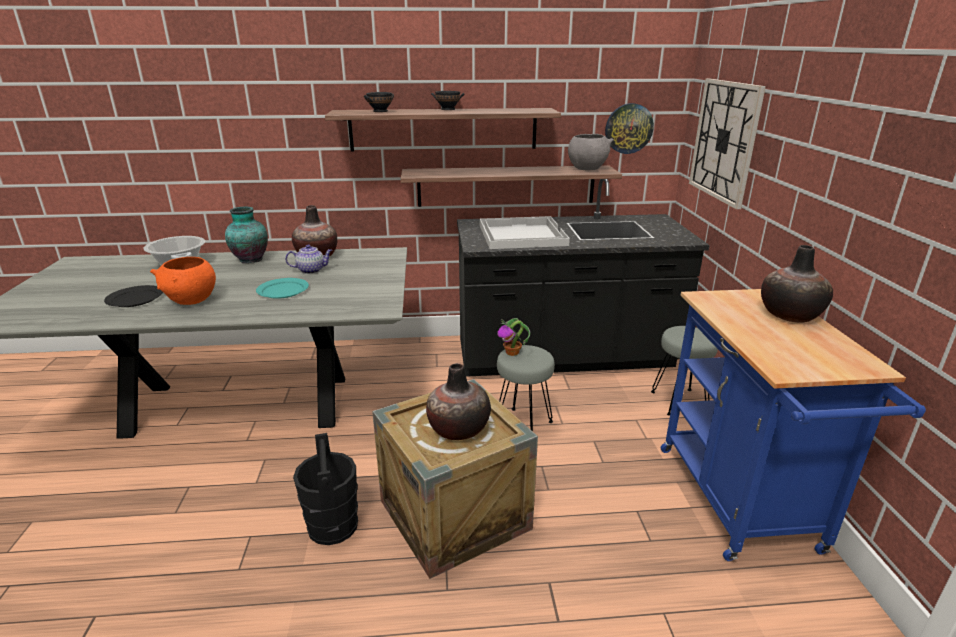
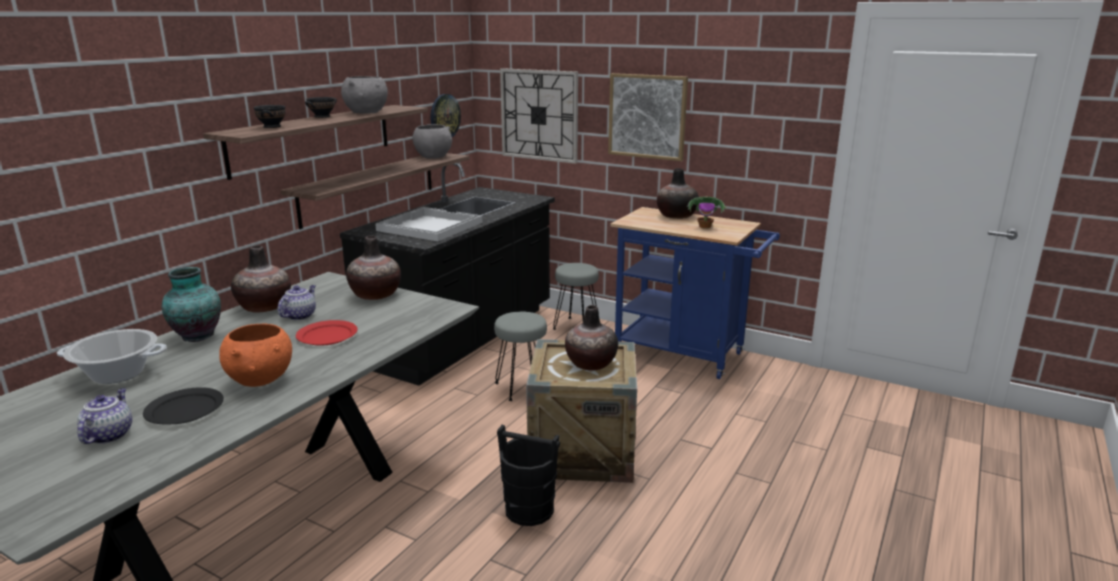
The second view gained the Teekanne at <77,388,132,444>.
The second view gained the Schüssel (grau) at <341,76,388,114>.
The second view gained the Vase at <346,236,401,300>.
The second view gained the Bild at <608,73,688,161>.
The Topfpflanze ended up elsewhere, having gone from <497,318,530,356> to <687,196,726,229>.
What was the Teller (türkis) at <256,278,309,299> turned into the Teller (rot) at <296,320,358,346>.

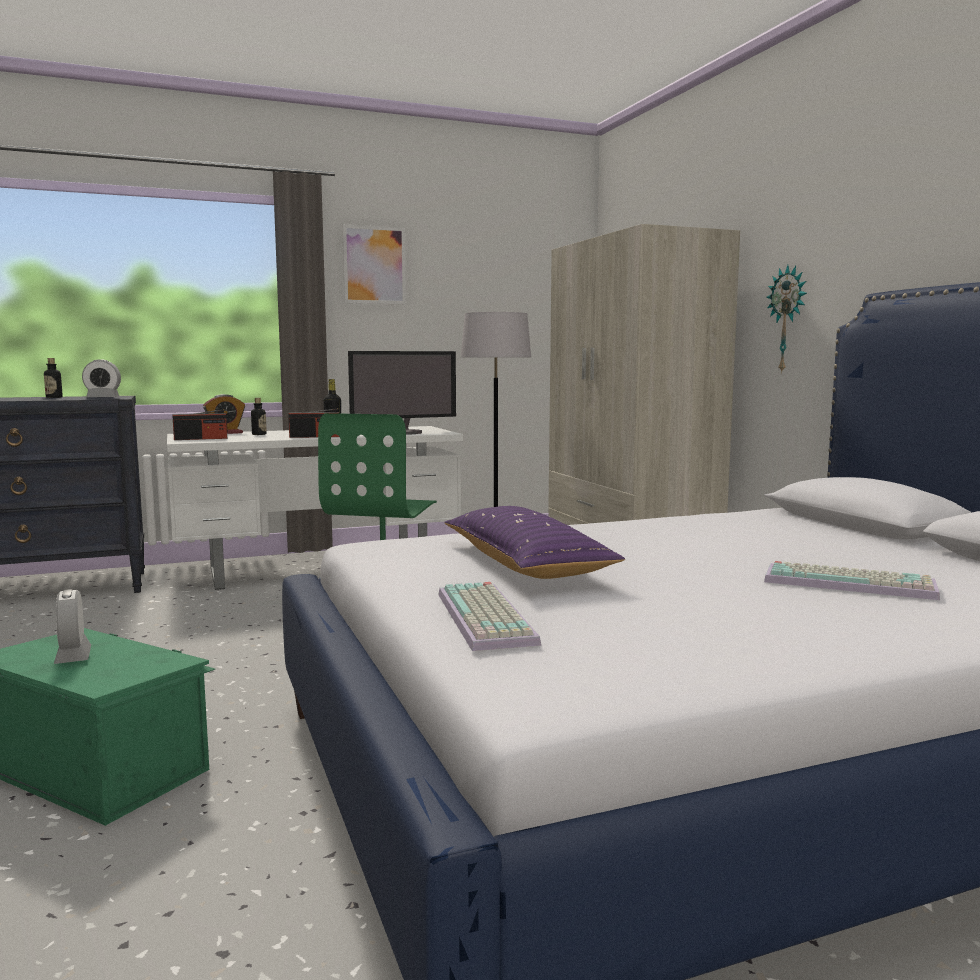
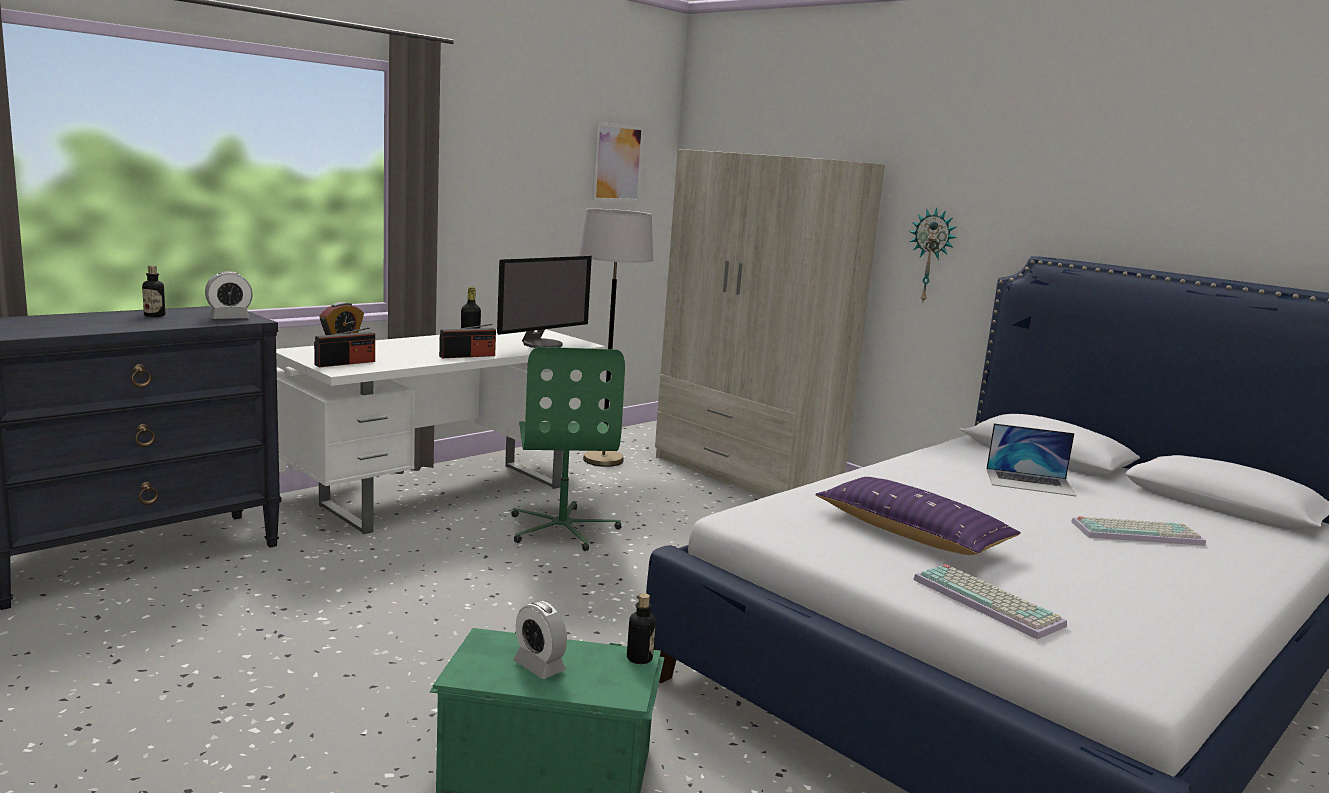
The second view gained the Laptop at <986,423,1076,496>.
The Flasche ended up elsewhere, having gone from <251,398,267,435> to <627,593,656,664>.
The Bild ended up elsewhere, having gone from <342,224,406,305> to <592,122,644,202>.

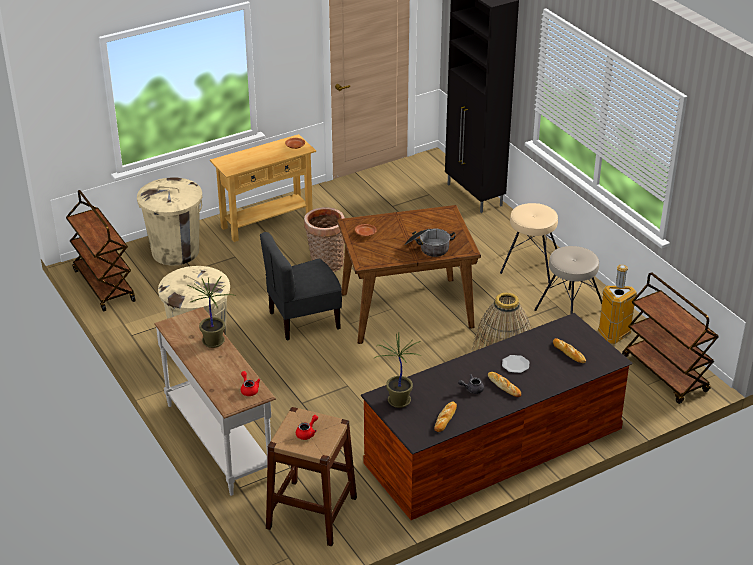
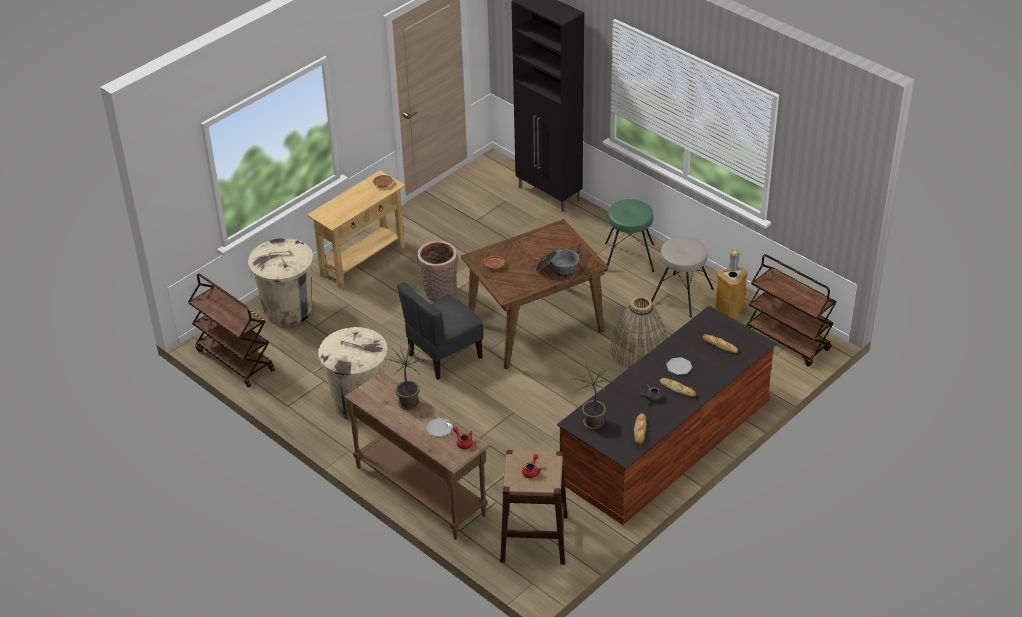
The second view gained the Teller at <426,418,453,437>.
What was the Konsolentisch (weiß) at <154,307,276,496> turned into the Konsolentisch (braun) at <344,371,491,540>.
What was the Hocker (beige) at <500,203,558,283> turned into the Hocker (grün) at <605,199,654,272>.

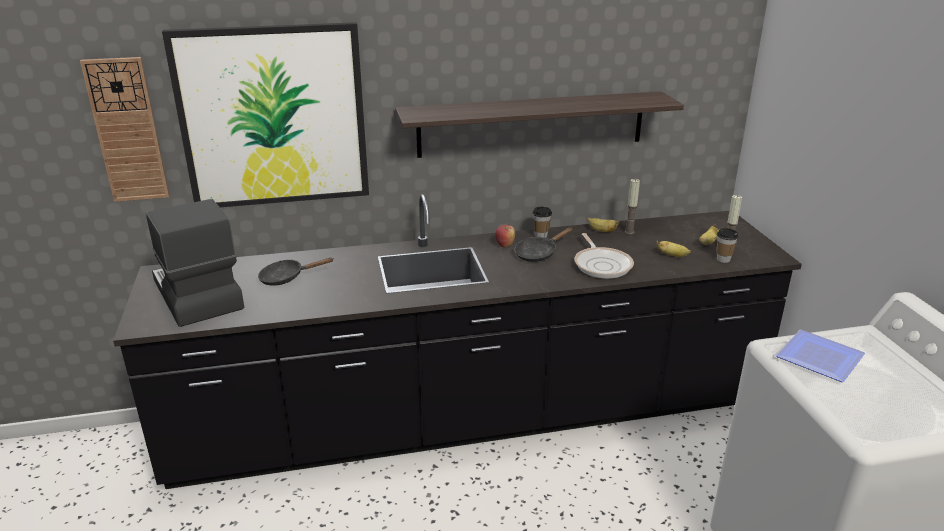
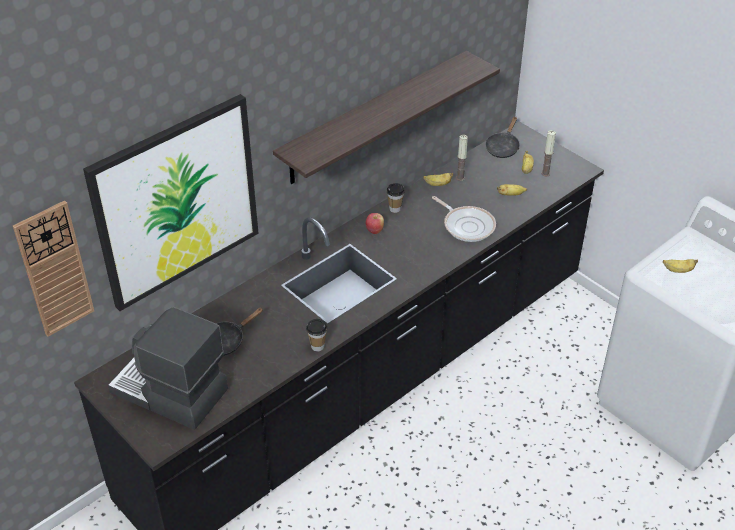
The Pfanne (schwarz) ended up elsewhere, having gone from <515,227,573,262> to <485,116,520,158>.
The Tasse ended up elsewhere, having gone from <717,228,739,263> to <306,319,327,352>.
Where the Teller stood at <776,329,865,382>, the Banane came to stand at <663,259,698,273>.

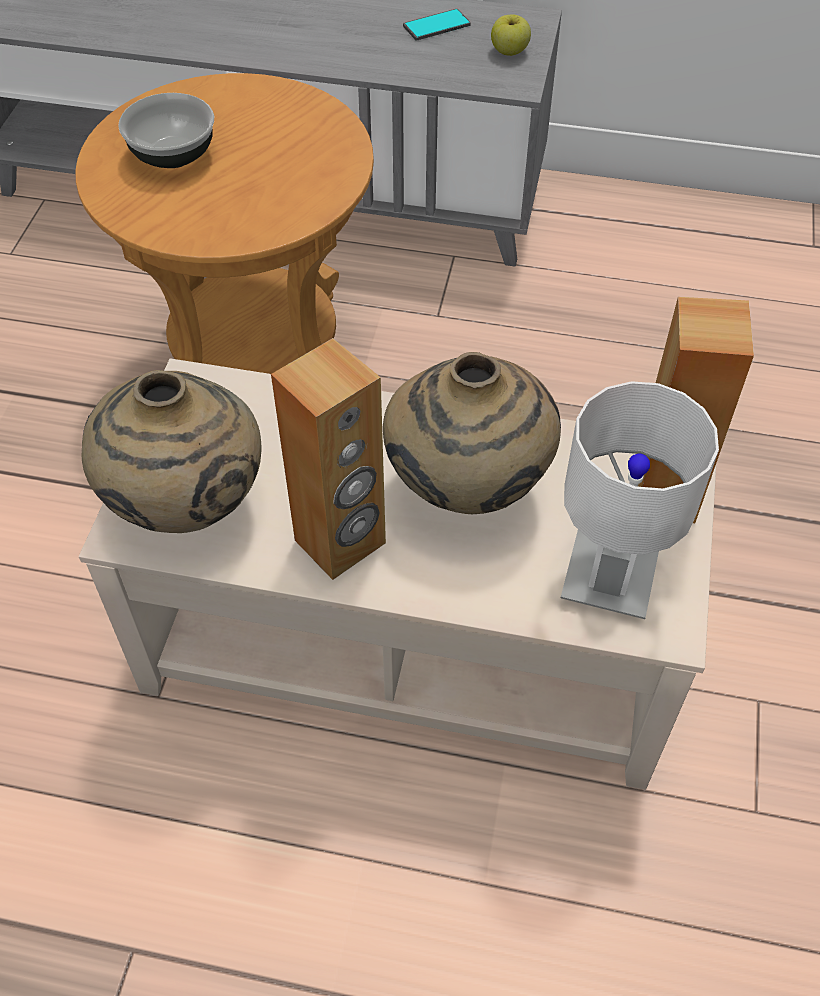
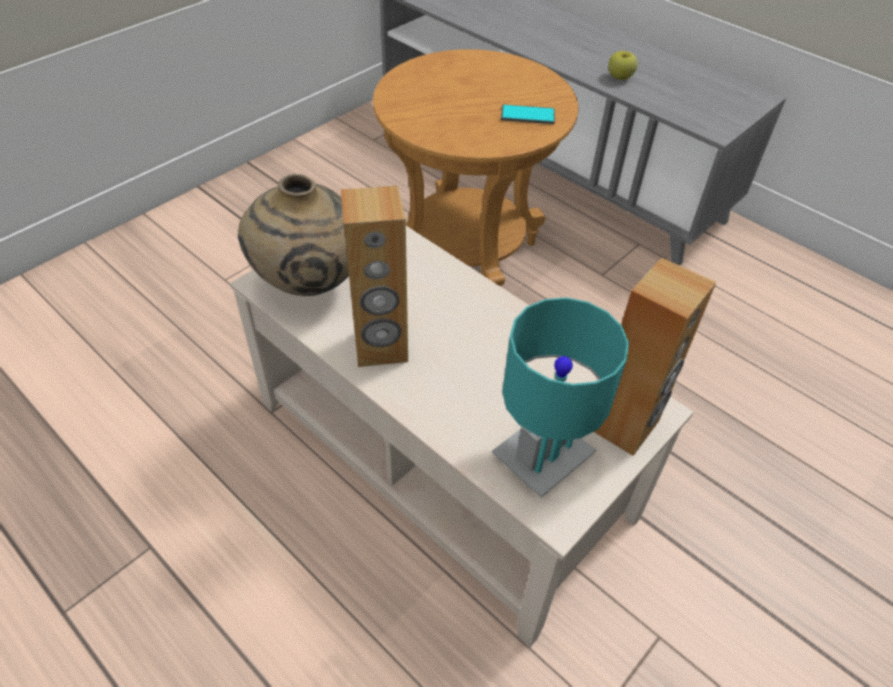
The second view lost the Schüssel at <118,93,214,168>.
The second view lost the Vase (beige) at <383,352,561,514>.
The Handy ended up elsewhere, having gone from <403,9,471,41> to <501,104,555,124>.
The Apfel ended up elsewhere, having gone from <491,14,531,56> to <608,51,638,80>.
What was the Tischlampe (weiß) at <561,381,719,619> turned into the Tischlampe (türkis) at <492,297,629,497>.

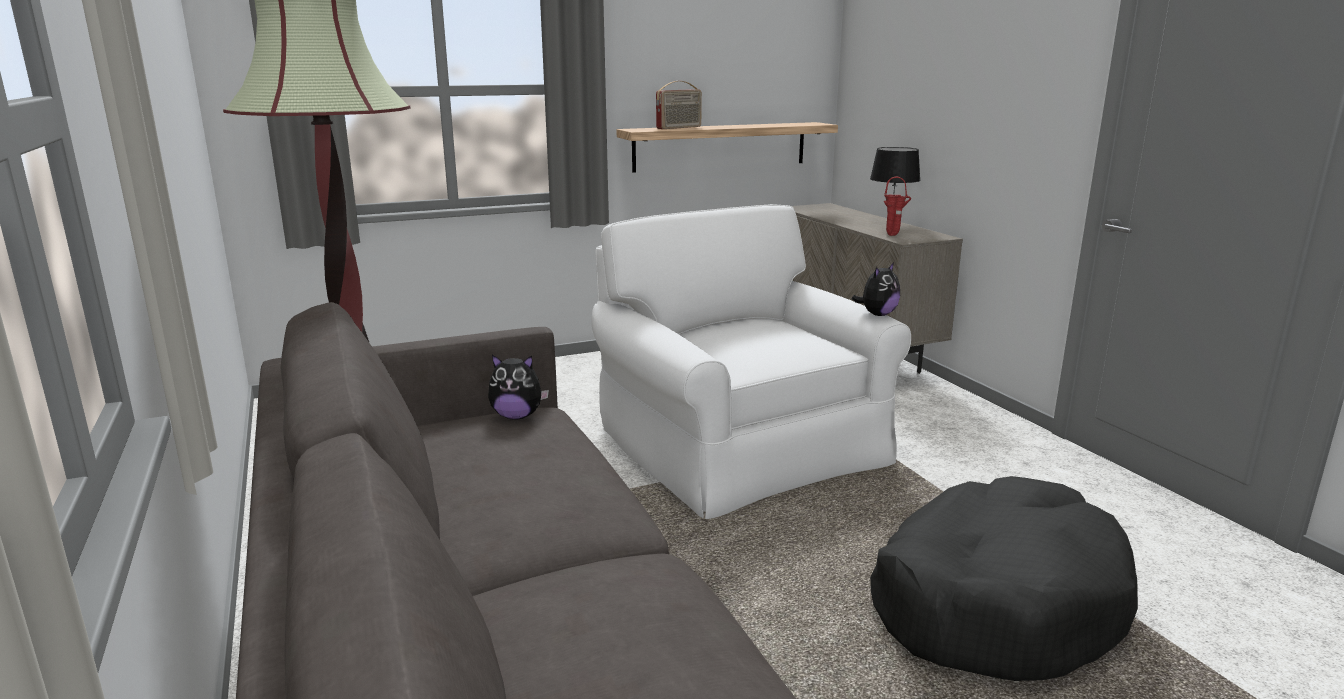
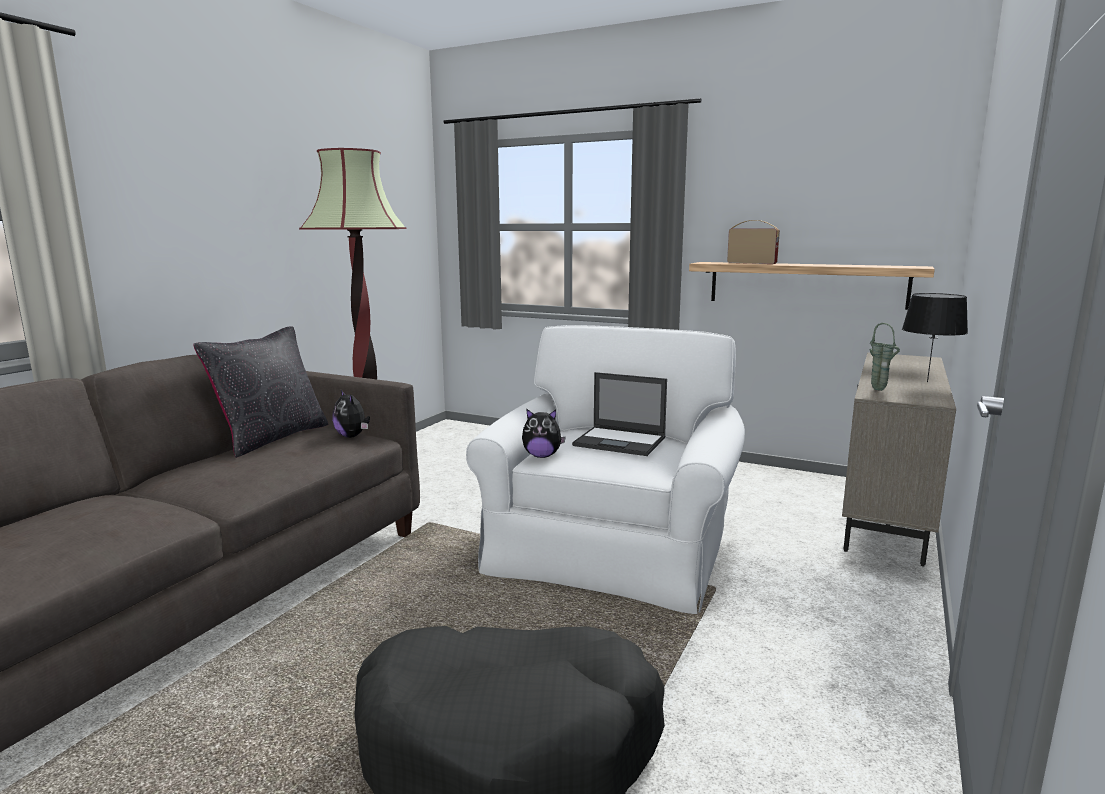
The second view gained the Kissen (schwarz) at <193,326,328,458>.
The second view gained the Laptop at <572,372,667,456>.
The Plüschtier ended up elsewhere, having gone from <852,262,900,316> to <522,409,566,458>.
What was the Vase (rot) at <884,177,911,236> turned into the Vase (grün) at <870,323,900,391>.
The Radio at <656,81,702,129> ended up facing another way, 150 degrees counterclockwise from before.

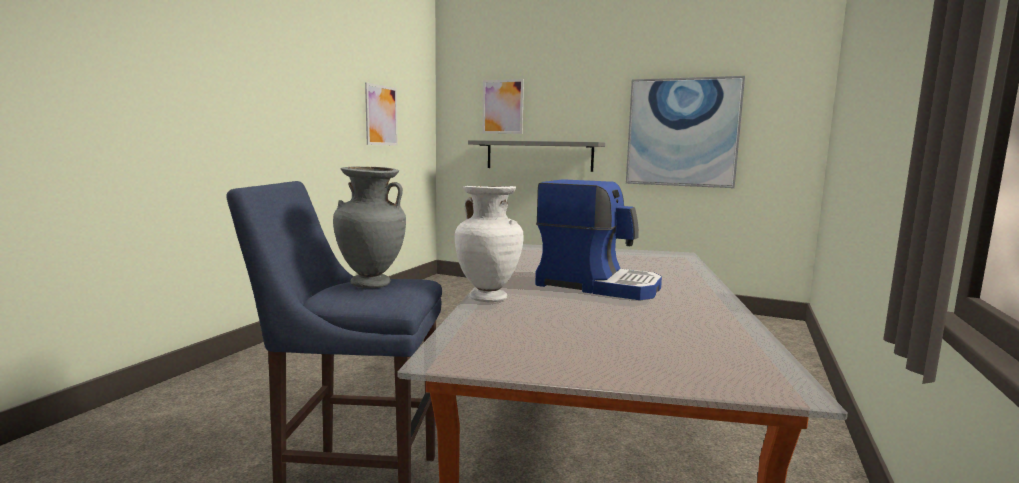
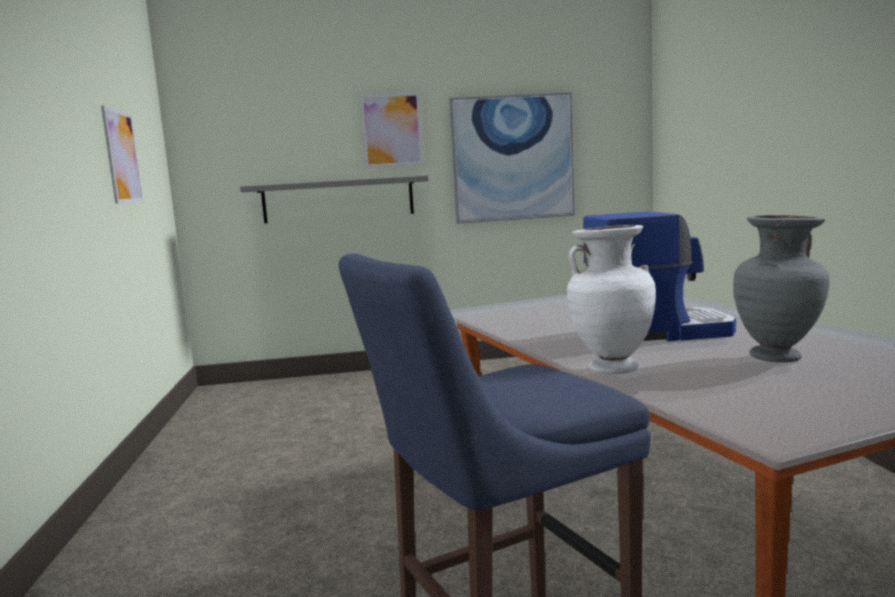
The Vase (grau) ended up elsewhere, having gone from <333,167,406,288> to <733,215,830,363>.
The Bild ended up elsewhere, having gone from <483,79,524,134> to <360,92,424,168>.

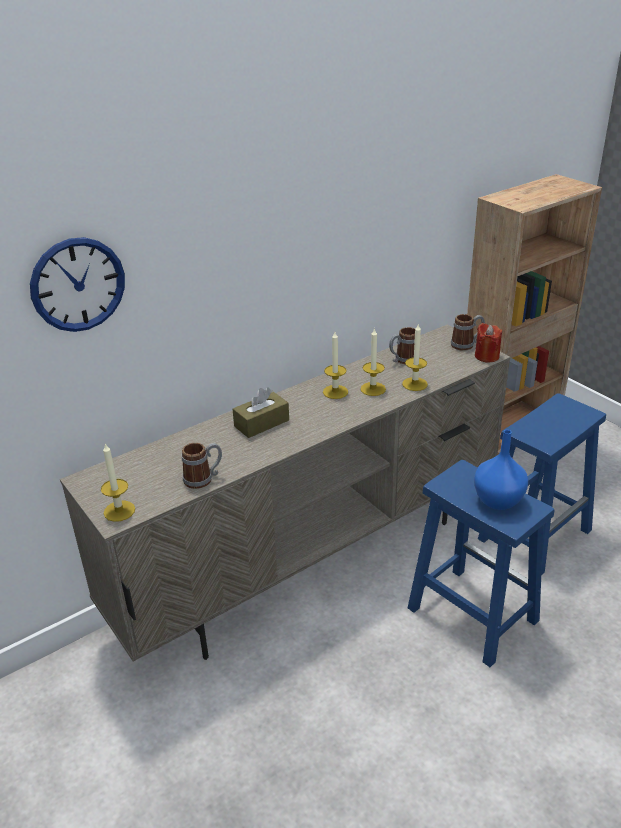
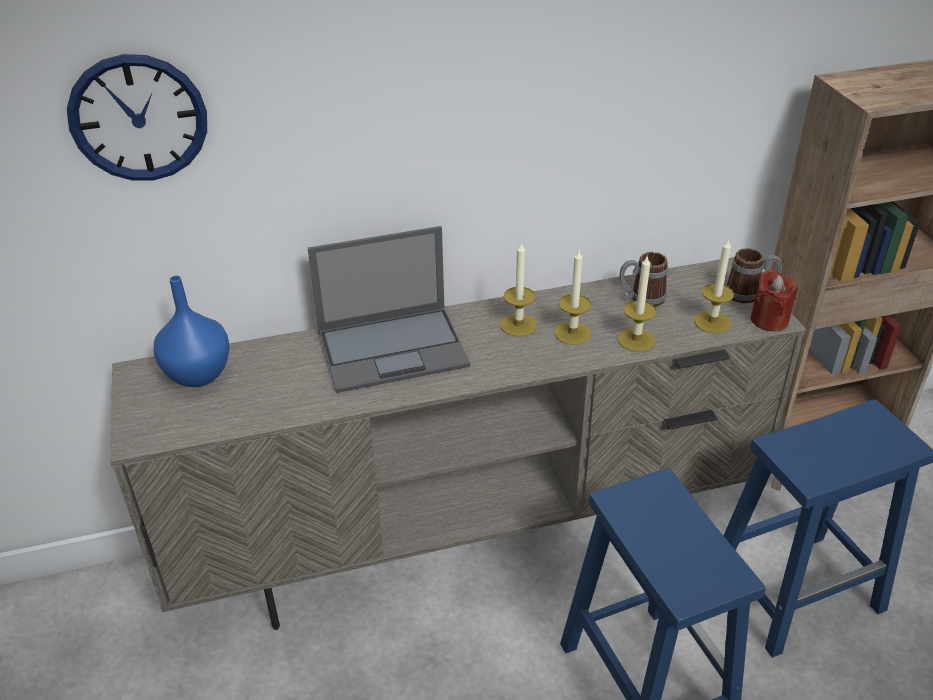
The second view lost the Henkelbecher at <182,443,222,489>.
The Kerze ended up elsewhere, having gone from <101,443,135,522> to <694,237,734,333>.
The Vase (blau) ended up elsewhere, having gone from <474,430,528,510> to <154,275,230,387>.
Where the Taschentuchbox (braun) stood at <233,388,289,438>, the Laptop came to stand at <308,226,470,393>.

